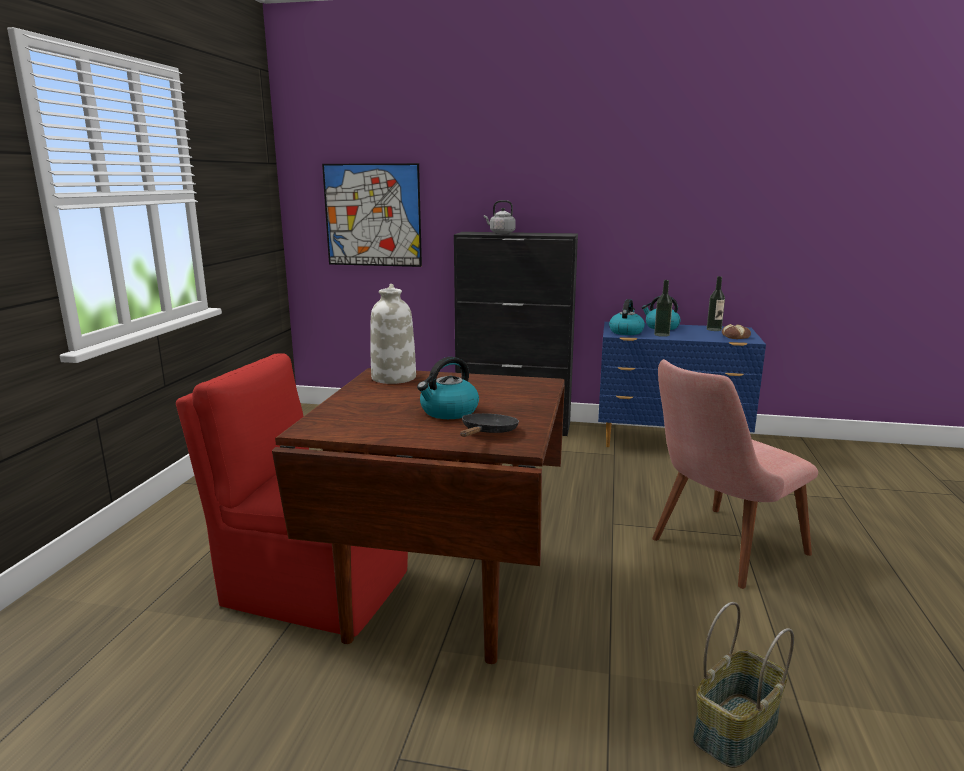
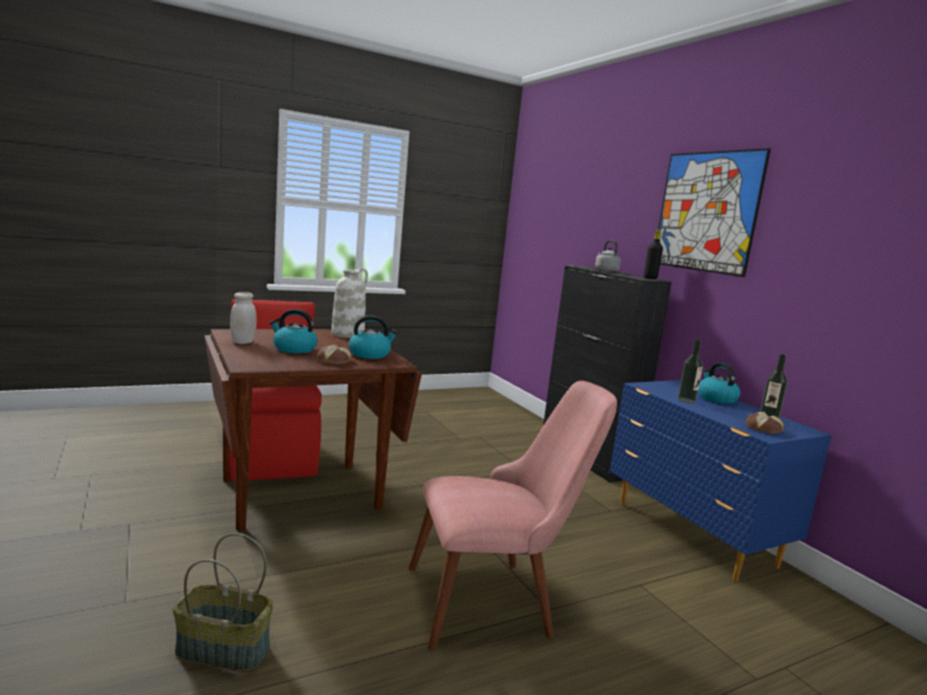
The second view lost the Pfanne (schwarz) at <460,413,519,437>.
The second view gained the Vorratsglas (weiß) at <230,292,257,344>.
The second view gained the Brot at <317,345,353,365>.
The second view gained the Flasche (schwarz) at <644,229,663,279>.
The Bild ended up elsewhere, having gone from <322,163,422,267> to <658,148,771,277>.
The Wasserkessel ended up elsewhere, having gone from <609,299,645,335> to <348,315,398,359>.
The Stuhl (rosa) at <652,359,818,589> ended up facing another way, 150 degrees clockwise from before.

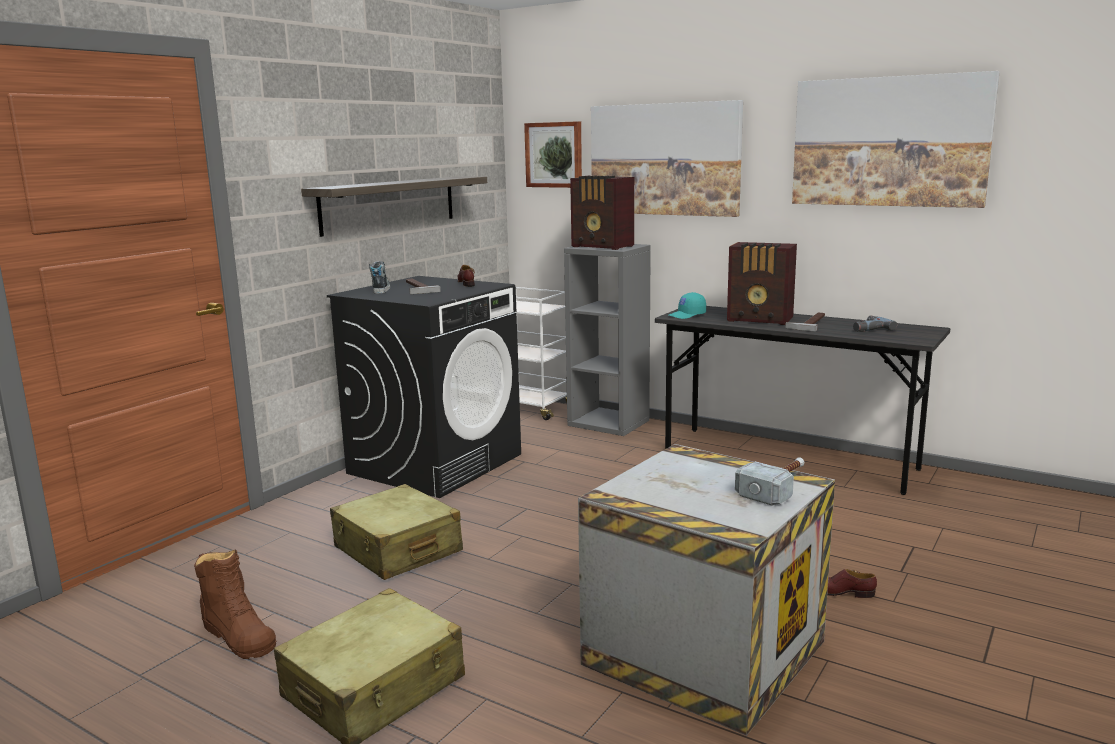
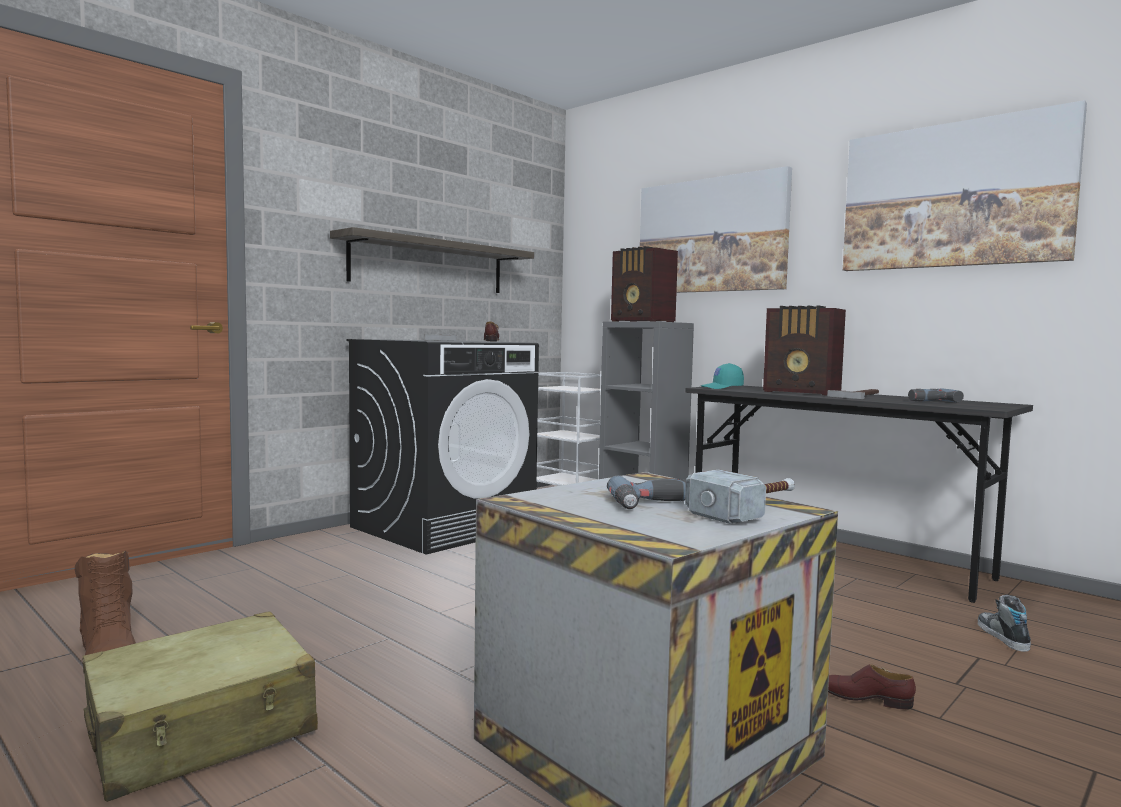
The second view lost the Koffer (beige) at <330,484,463,580>.
The second view lost the Bild at <524,121,582,188>.
The second view gained the Bohrmaschine at <607,475,686,509>.
The Schuh ended up elsewhere, having gone from <369,261,390,294> to <978,595,1031,652>.

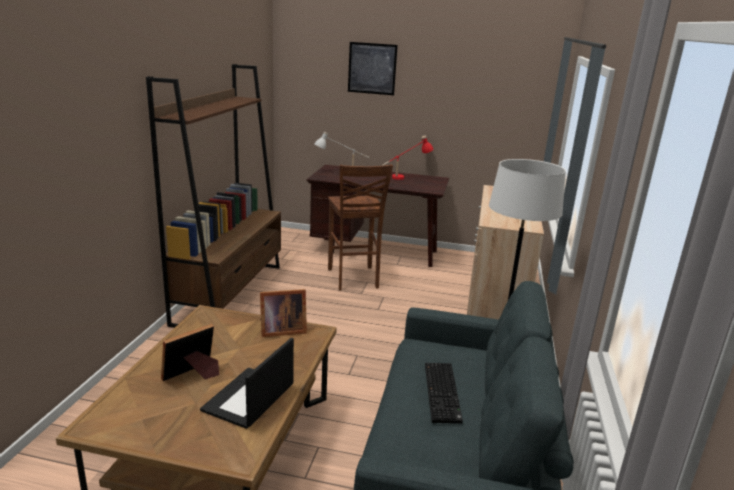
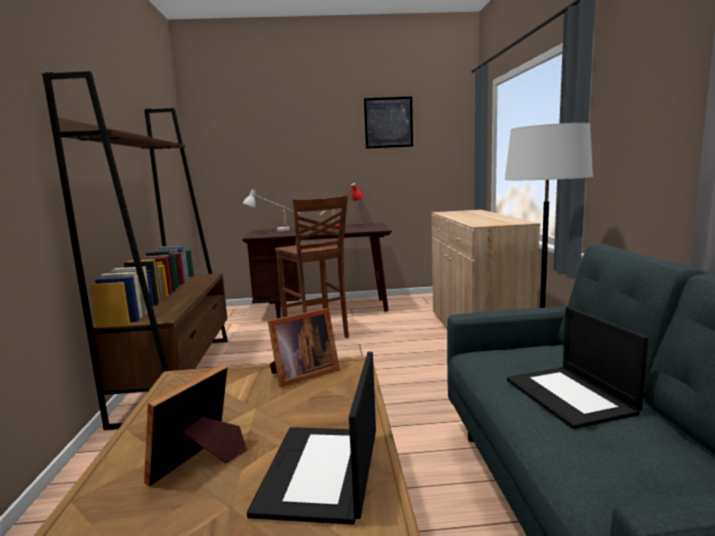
The Bild ended up elsewhere, having gone from <348,42,398,95> to <364,97,413,149>.
Where the Tastatur stood at <425,363,463,424>, the Laptop came to stand at <507,307,648,429>.

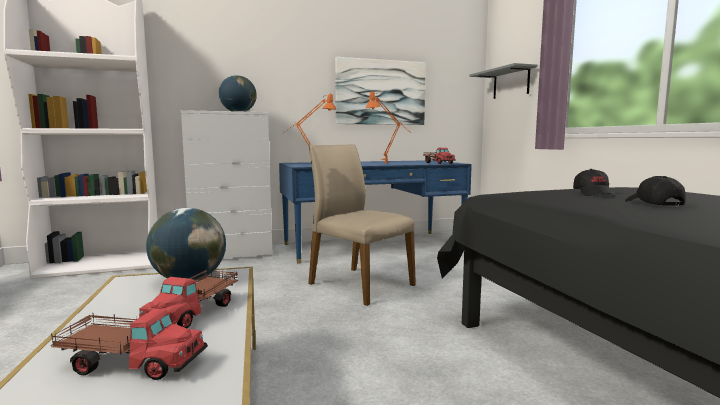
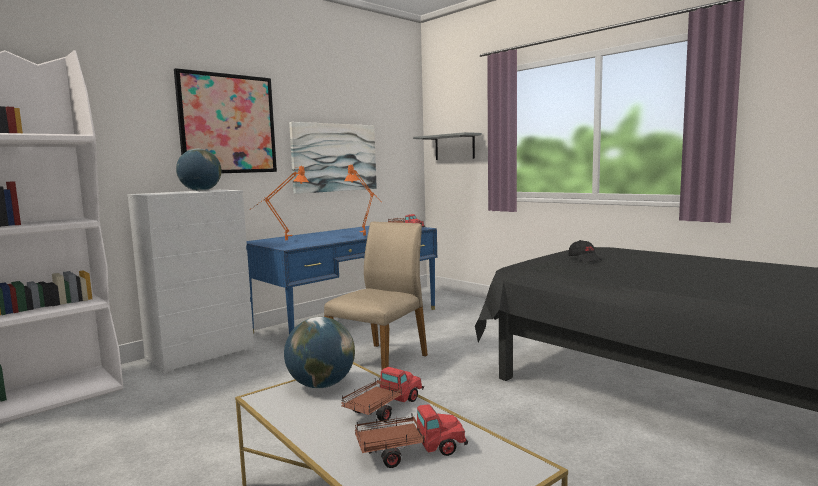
The second view lost the Kappe (schwarz) at <625,176,686,206>.
The second view gained the Bild at <174,68,277,173>.
The Spielzeuglaster at <139,269,238,329> ended up facing another way, 135 degrees counterclockwise from before.
The Stuhl (beige) at <308,144,416,306> ended up facing another way, 105 degrees clockwise from before.

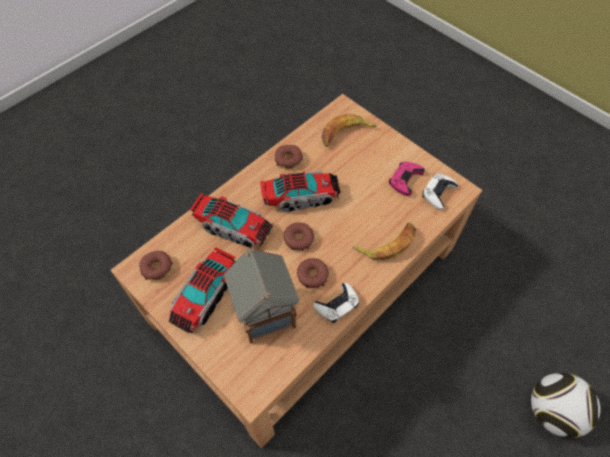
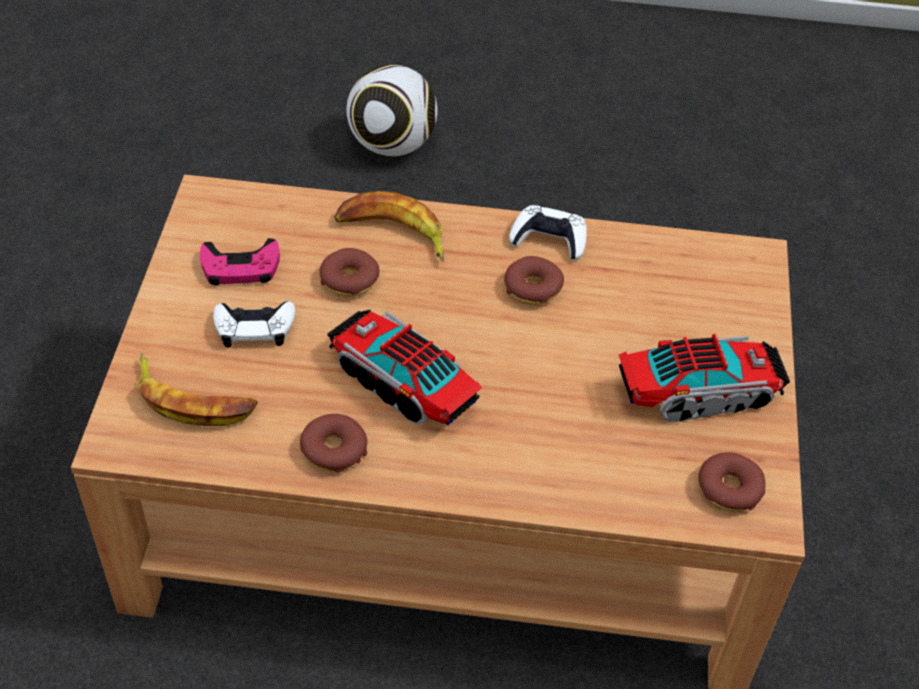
The second view lost the Spielzeuglaster at <190,194,273,247>.
The second view lost the Spielzeughaus at <224,248,299,344>.
The Donut ended up elsewhere, having gone from <284,222,314,251> to <319,248,380,297>.
The Gamepad (weiß) ended up elsewhere, having gone from <422,174,458,210> to <213,301,295,348>.

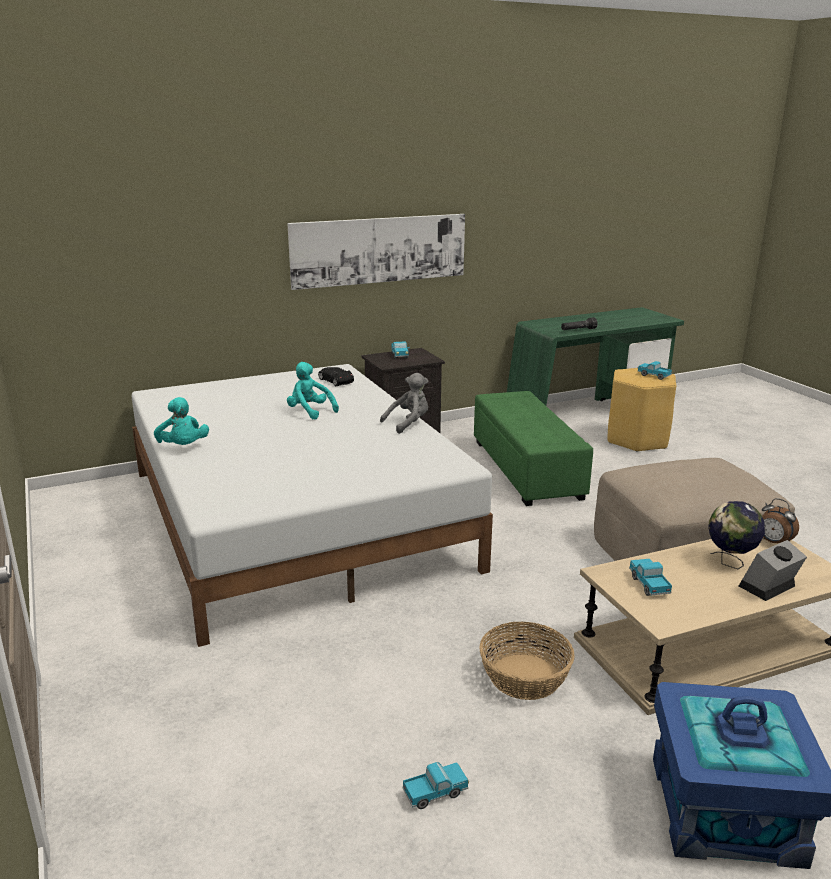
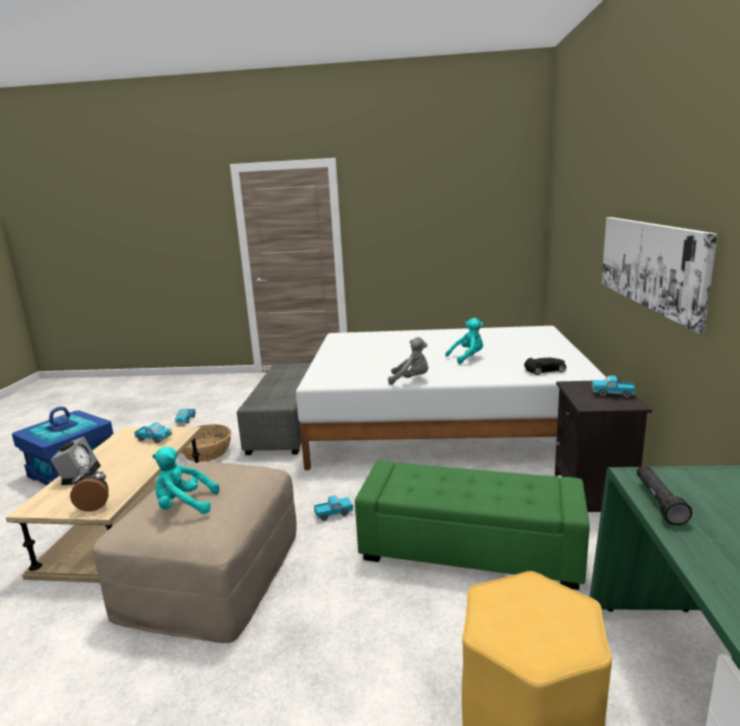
The second view lost the Globus at <708,501,765,569>.
The second view gained the Polsterhocker (grau) at <237,363,311,455>.
The Plüschtier (türkis) ended up elsewhere, having gone from <154,397,209,445> to <152,447,219,514>.
The Spielzeuglaster ended up elsewhere, having gone from <638,361,672,380> to <314,495,354,521>.
The Plüschtier (grau) at <380,373,428,434> ended up facing another way, 75 degrees counterclockwise from before.

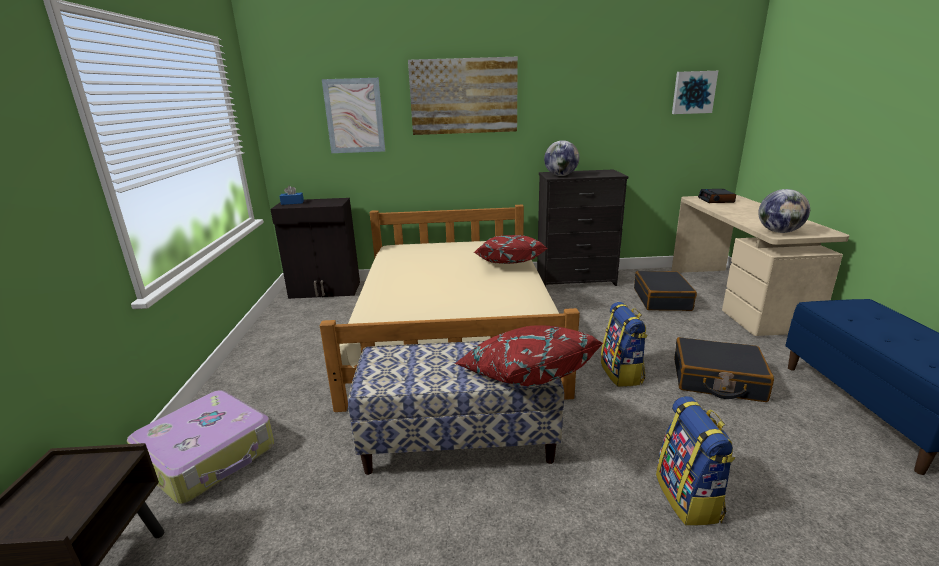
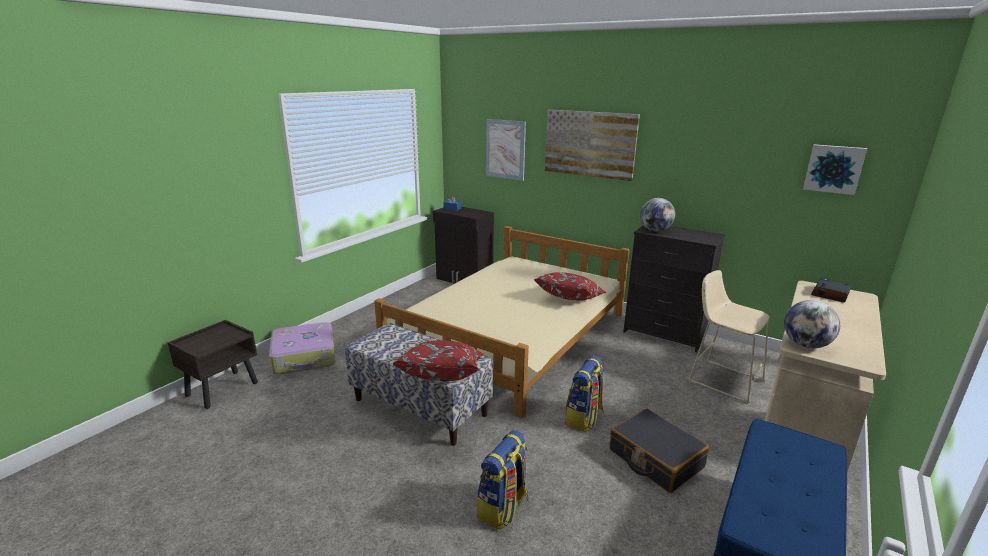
Where the Koffer (schwarz) stood at <634,271,697,311>, the Hocker (beige) came to stand at <688,270,770,404>.

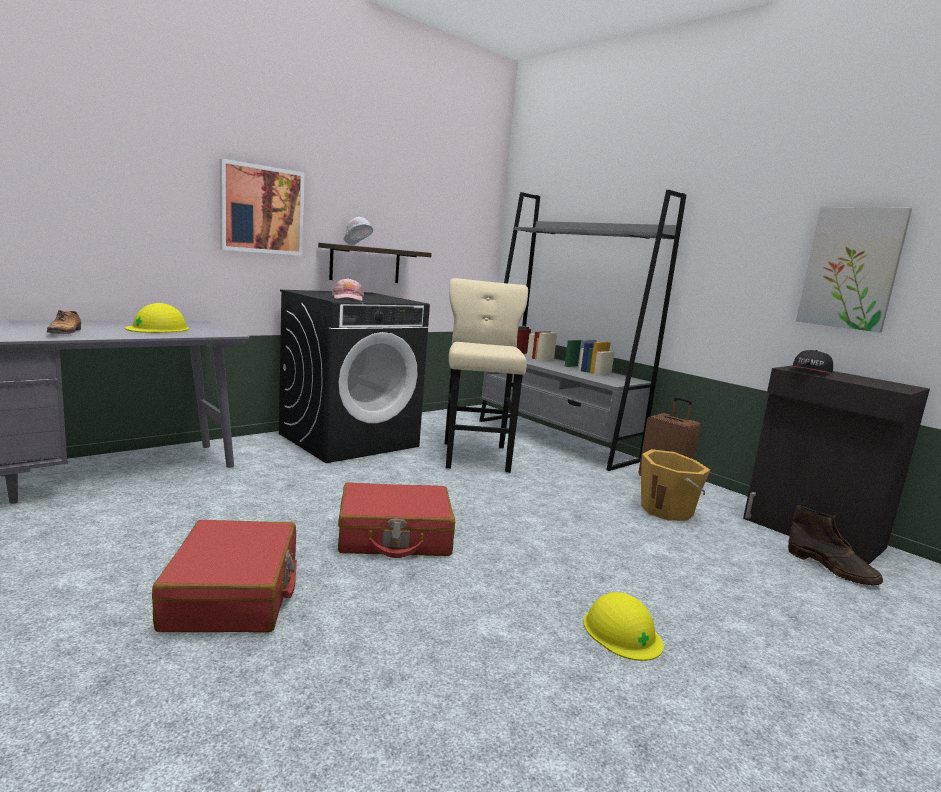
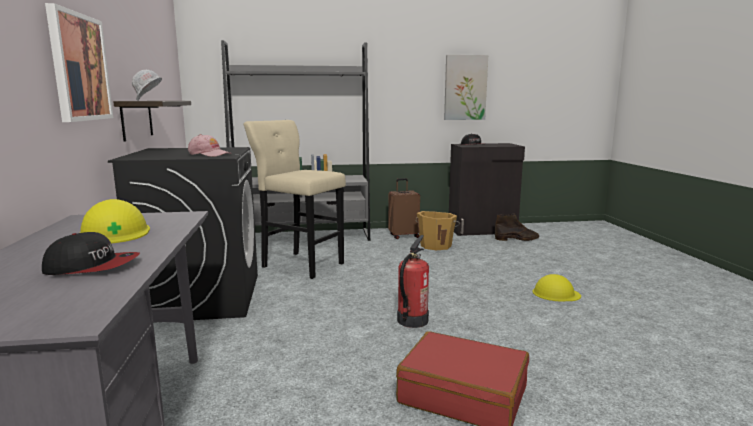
Where the Schuh stood at <47,310,81,334>, the Kappe came to stand at <42,232,140,275>.
Where the Koffer (rot) stood at <338,482,455,558>, the Feuerlöscher came to stand at <397,235,429,328>.

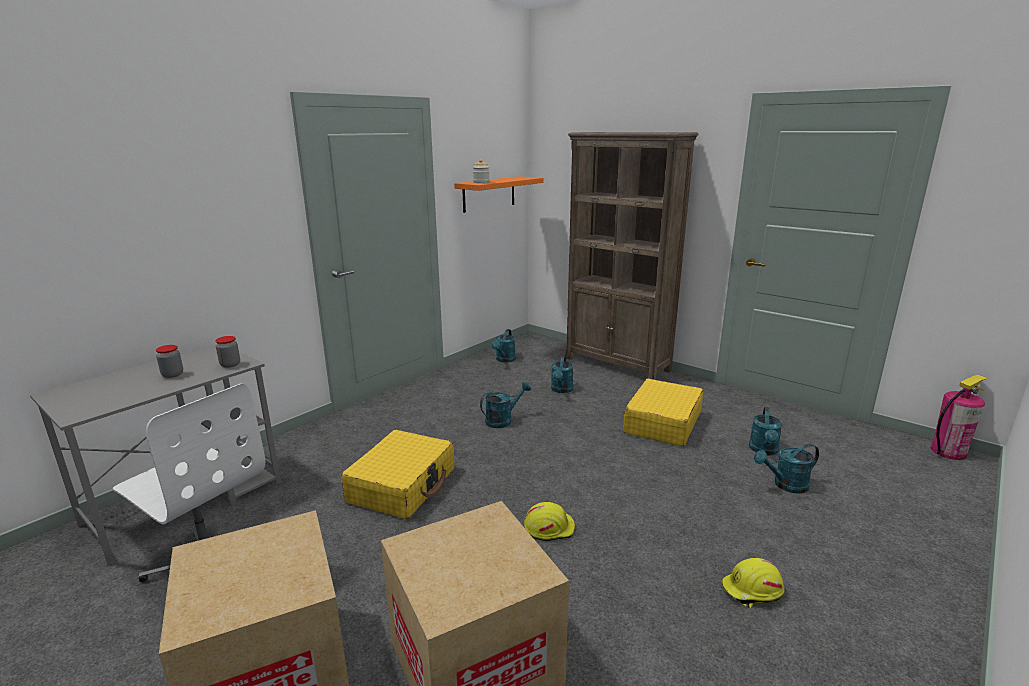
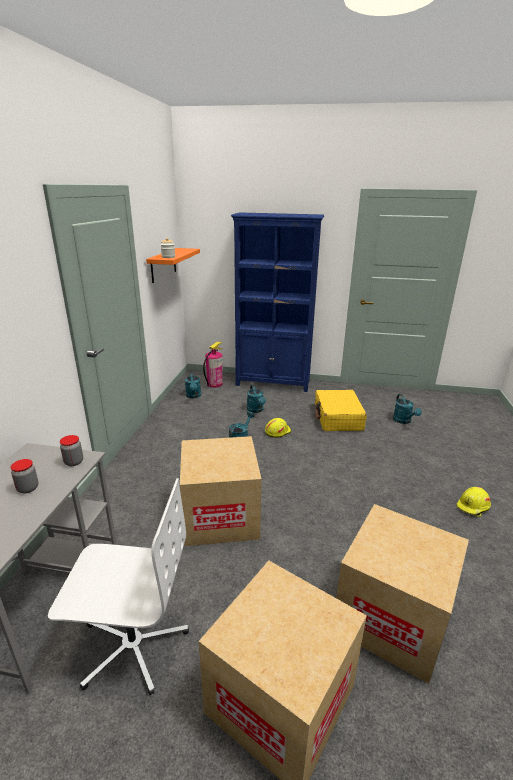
The second view lost the Gießkanne (türkis) at <754,444,819,494>.
The Schutzhelm (gelb) ended up elsewhere, having gone from <524,502,575,541> to <265,418,291,438>.
The Feuerlöscher ended up elsewhere, having gone from <930,375,988,460> to <203,342,223,387>.
Where the Koffer (gelb) stood at <341,430,454,519>, the Karton came to stand at <180,436,262,546>.
What was the Bücherregal (braun) at <566,132,699,380> turned into the Bücherregal (blau) at <231,212,324,392>.

